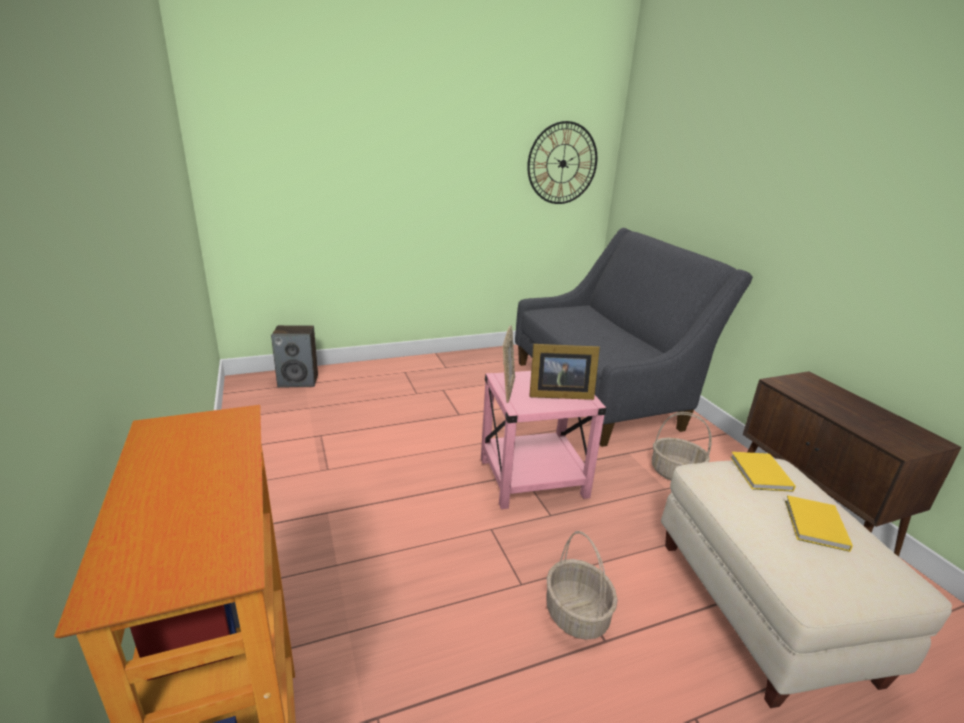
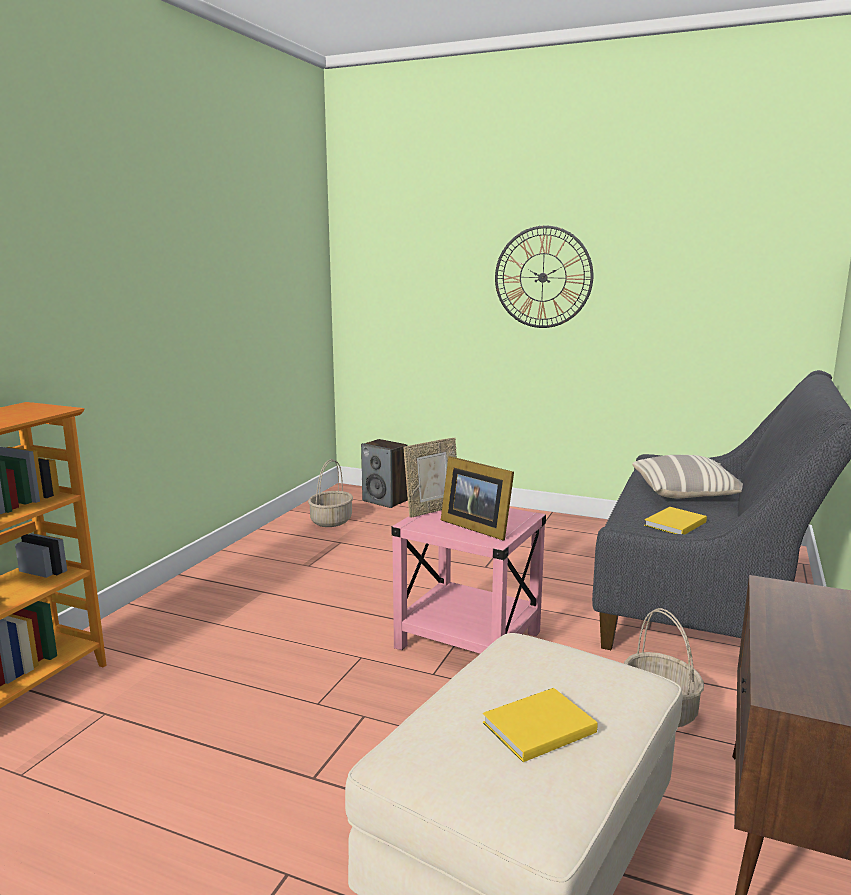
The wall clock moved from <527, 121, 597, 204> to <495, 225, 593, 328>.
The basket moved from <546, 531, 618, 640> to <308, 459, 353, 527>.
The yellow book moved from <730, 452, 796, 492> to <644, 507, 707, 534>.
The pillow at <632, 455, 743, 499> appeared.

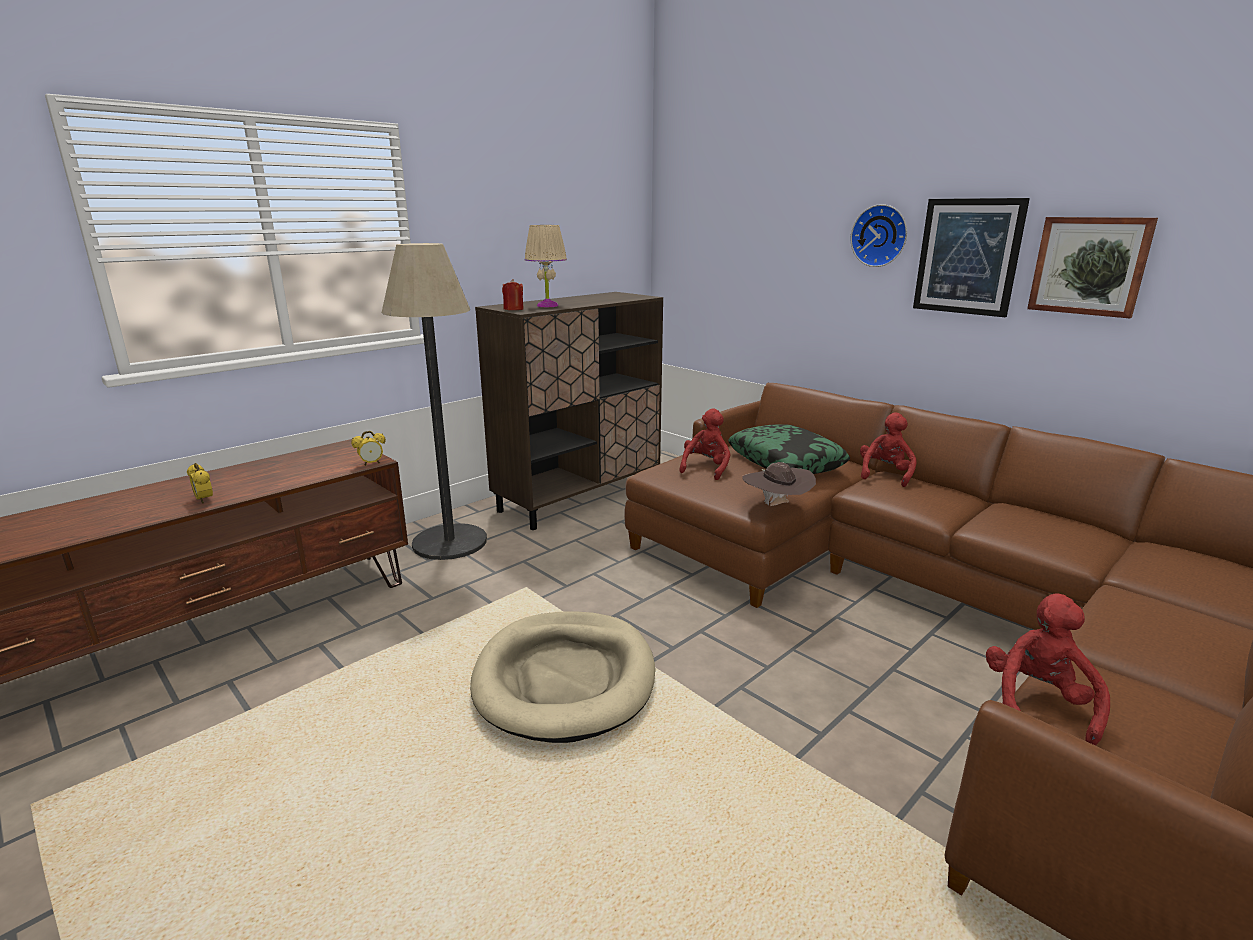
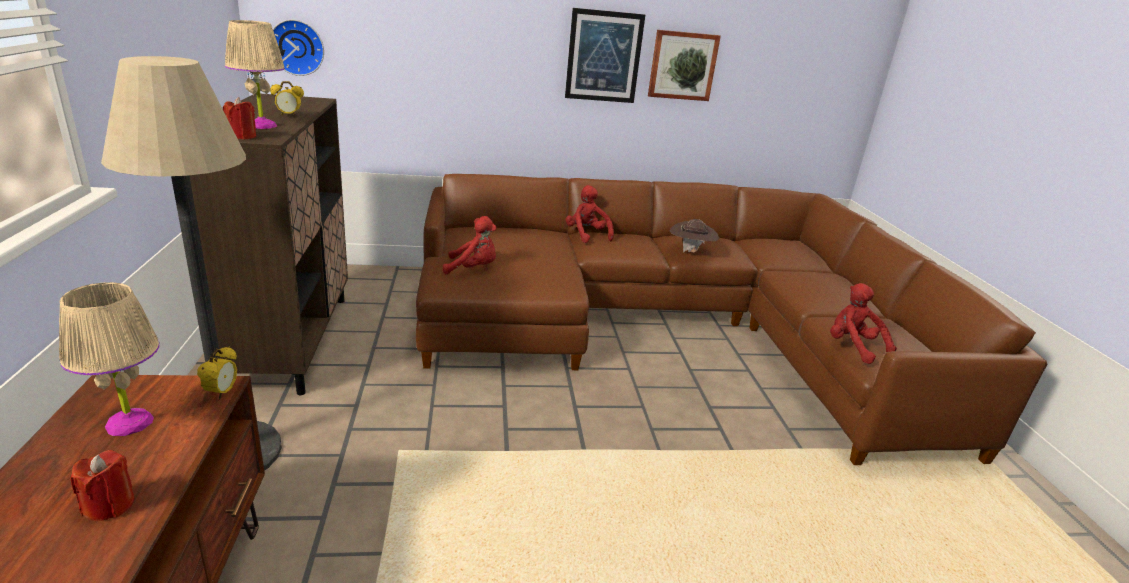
The alarm clock moved from <187, 463, 213, 503> to <270, 81, 304, 117>.
The beige dog bed at <470, 611, 655, 743> disappeared.
The red plush toy at <679, 408, 730, 480> turned 120 degrees clockwise.
The pillow at <728, 424, 850, 474> disappeared.
The brown hat moved from <742, 462, 816, 506> to <670, 219, 719, 252>.
The wall clock moved from <851, 204, 907, 267> to <273, 20, 324, 76>.
The beige table lamp at <59, 282, 160, 436> appeared.
The red candle at <70, 450, 135, 521> appeared.

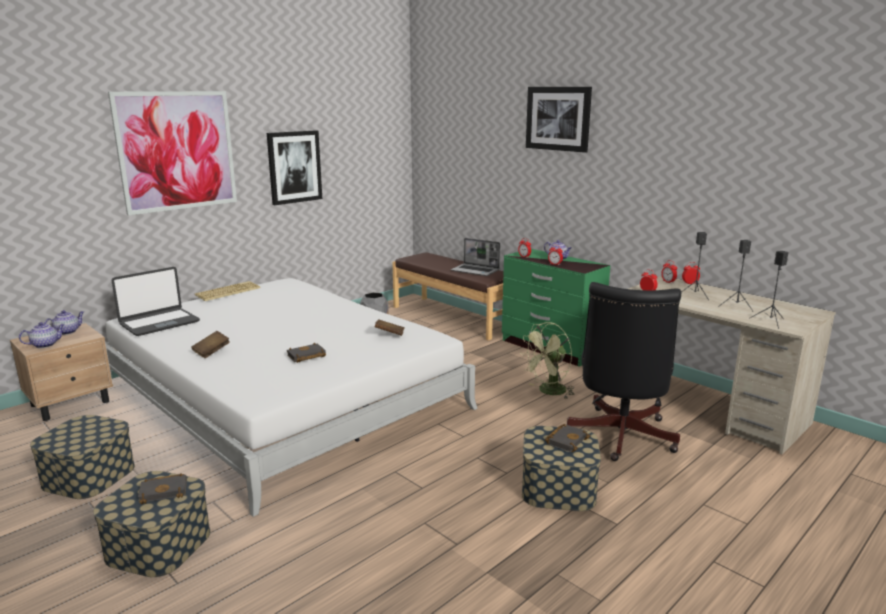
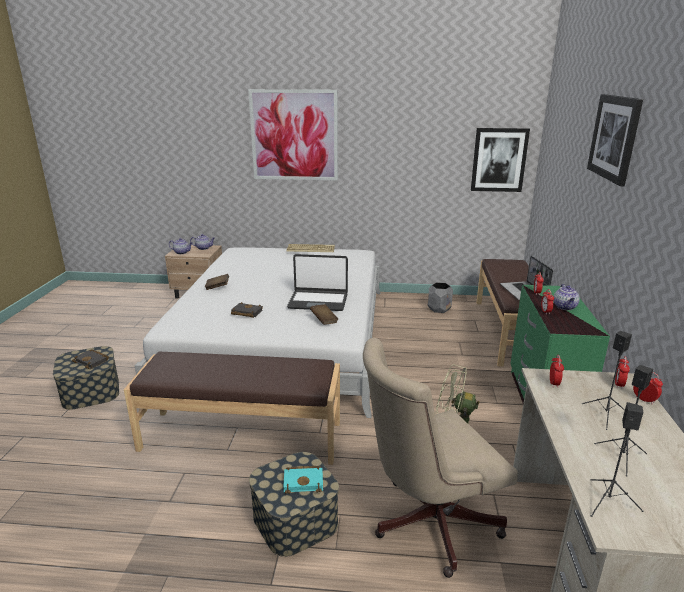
The storage box at <30, 415, 135, 499> disappeared.
The laptop moved from <112, 267, 200, 336> to <287, 254, 348, 311>.
The picture moved from <267, 130, 322, 205> to <471, 128, 530, 192>.
The black book at <545, 424, 590, 452> became the turquoise book at <283, 466, 323, 494>.
The black office chair at <567, 282, 681, 461> became the beige office chair at <363, 338, 518, 578>.
The brown bench at <124, 352, 340, 465> appeared.

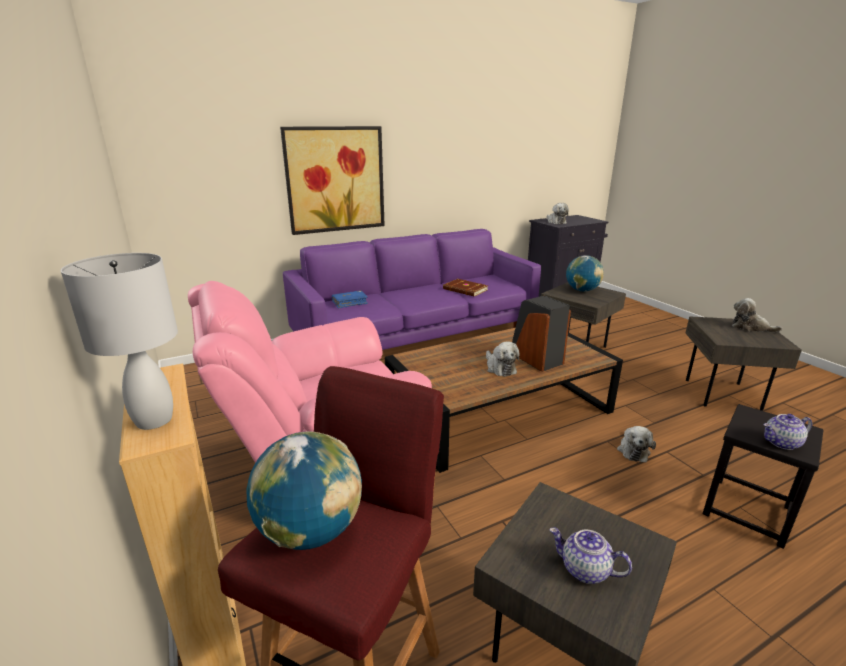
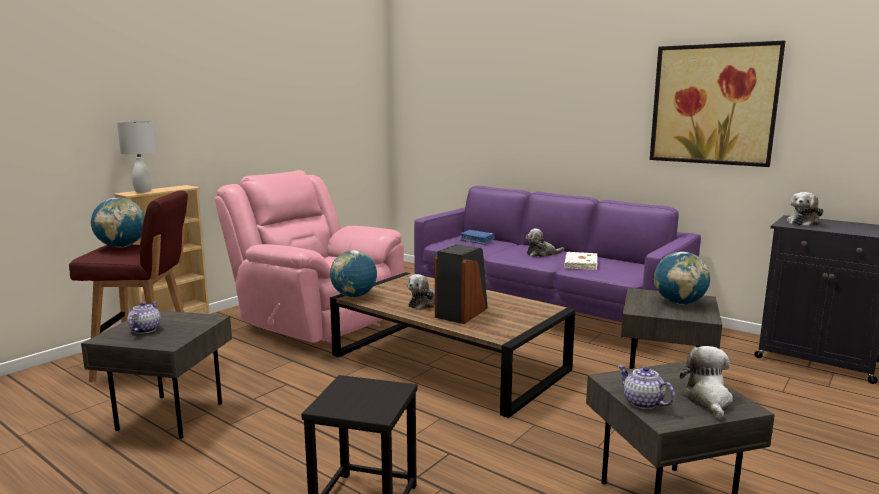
The picture moved from <280, 126, 385, 235> to <650, 41, 785, 167>.
The brown book at <443, 279, 488, 297> became the white book at <564, 252, 598, 270>.
The plush toy moved from <617, 426, 656, 462> to <526, 229, 564, 257>.
The teapot moved from <764, 414, 812, 450> to <618, 365, 675, 409>.
The globe at <330, 250, 377, 297> appeared.

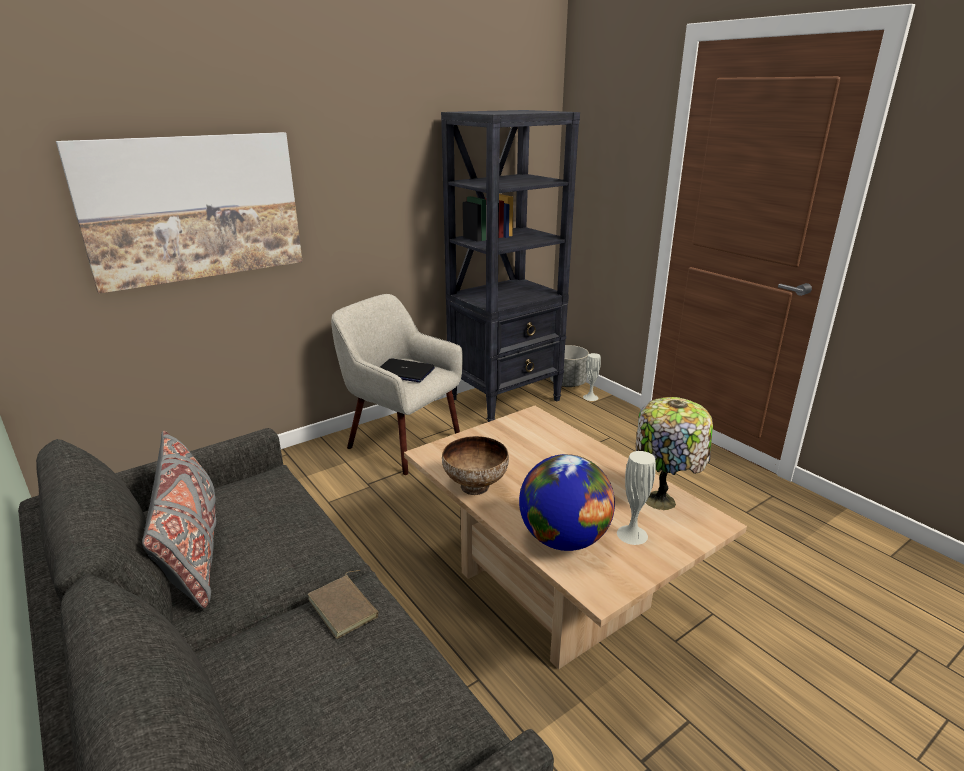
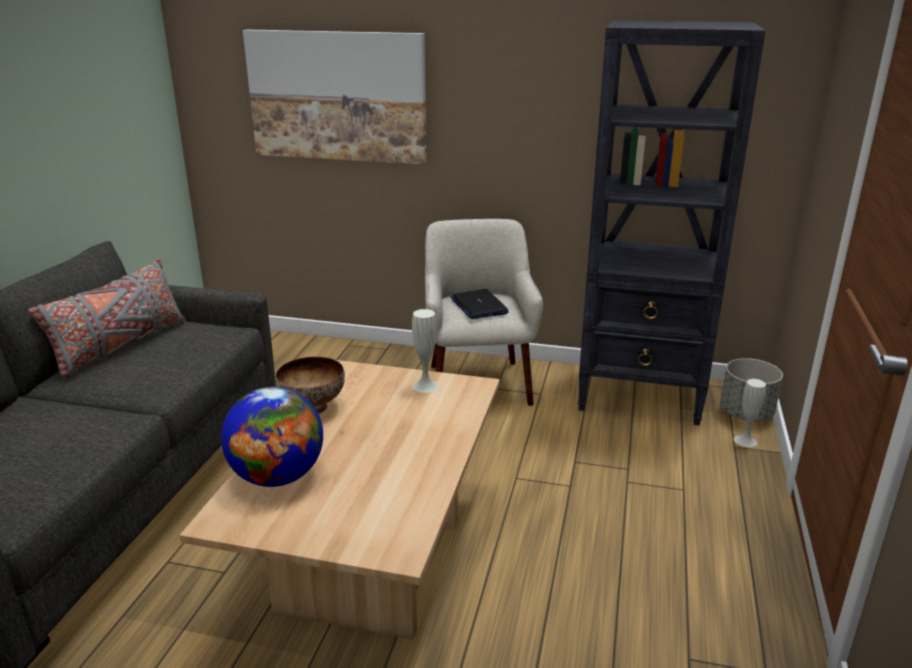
The brown book at <308, 570, 378, 639> disappeared.
The white vase moved from <617, 451, 656, 545> to <412, 309, 439, 393>.
The table lamp at <636, 397, 713, 510> disappeared.

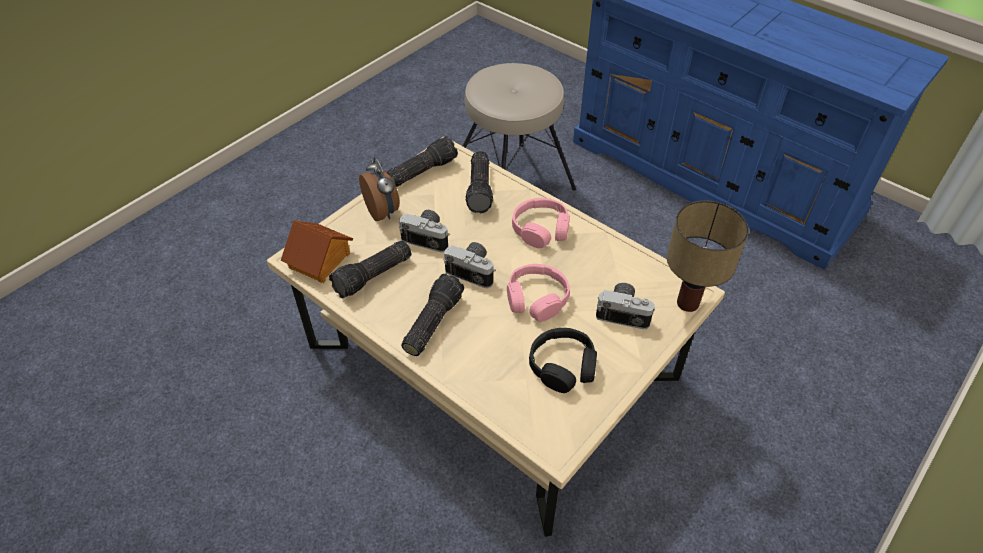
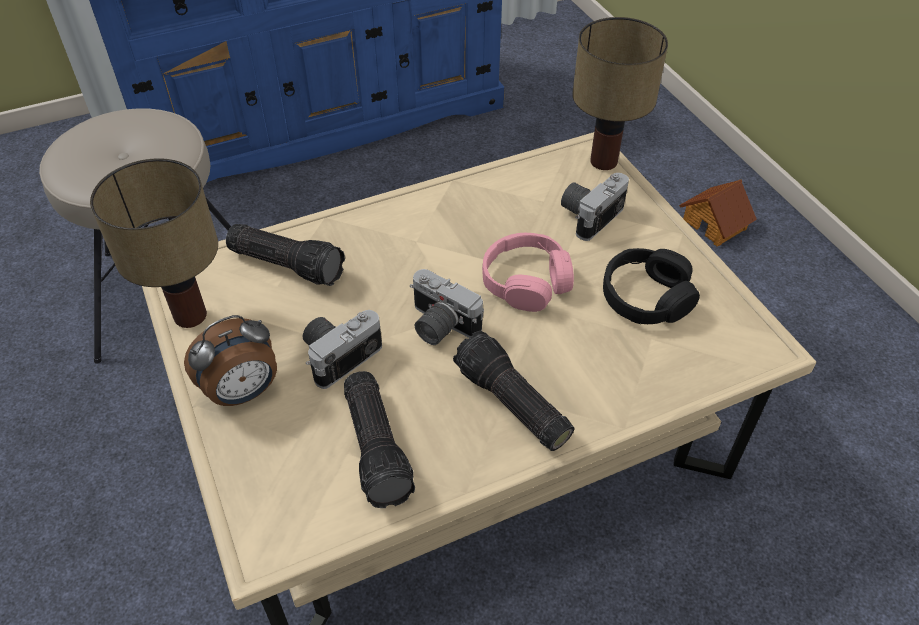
The toy house moved from <281, 220, 353, 283> to <679, 179, 757, 246>.
The alarm clock at <359, 157, 400, 221> turned 150 degrees clockwise.
The flashlight at <386, 136, 458, 187> was replaced by the table lamp at <90, 158, 218, 328>.
The photo camera at <444, 242, 496, 288> turned 105 degrees counterclockwise.
The pink headphones at <512, 198, 570, 248> disappeared.

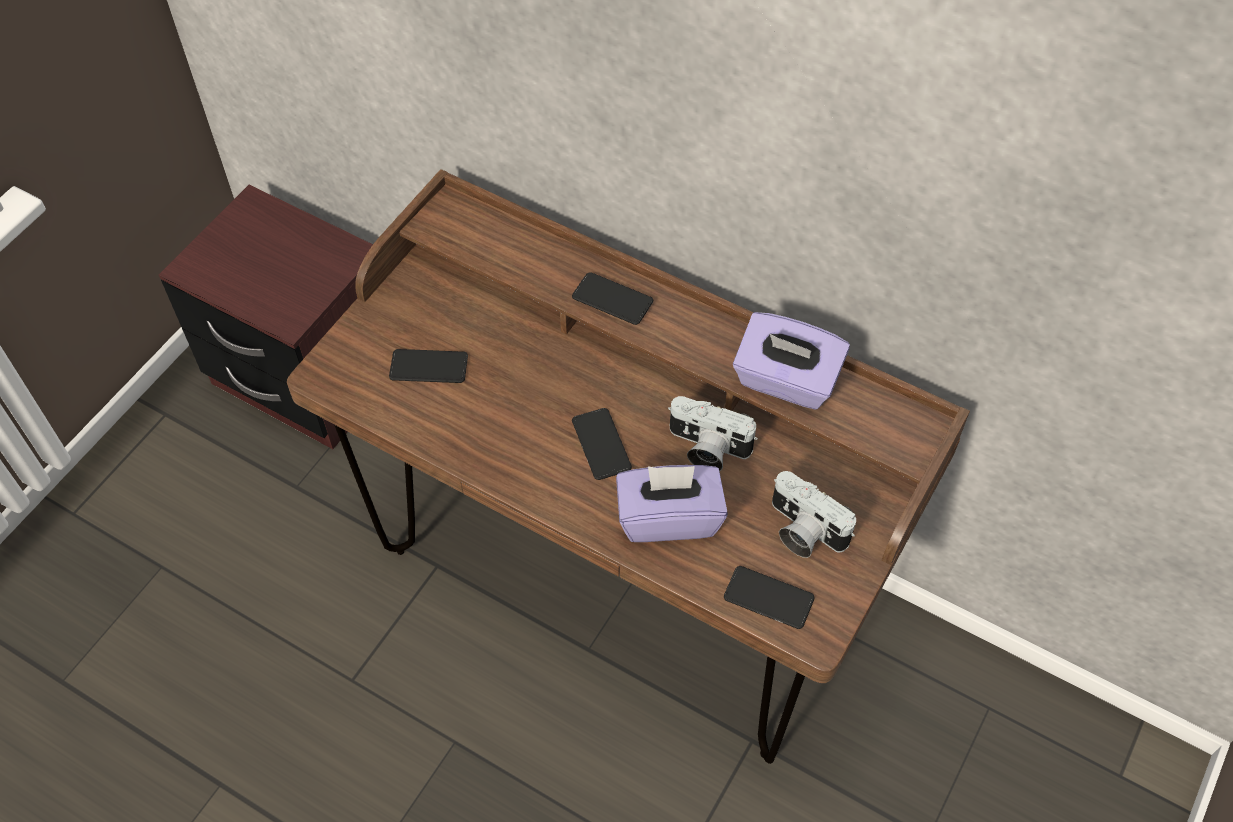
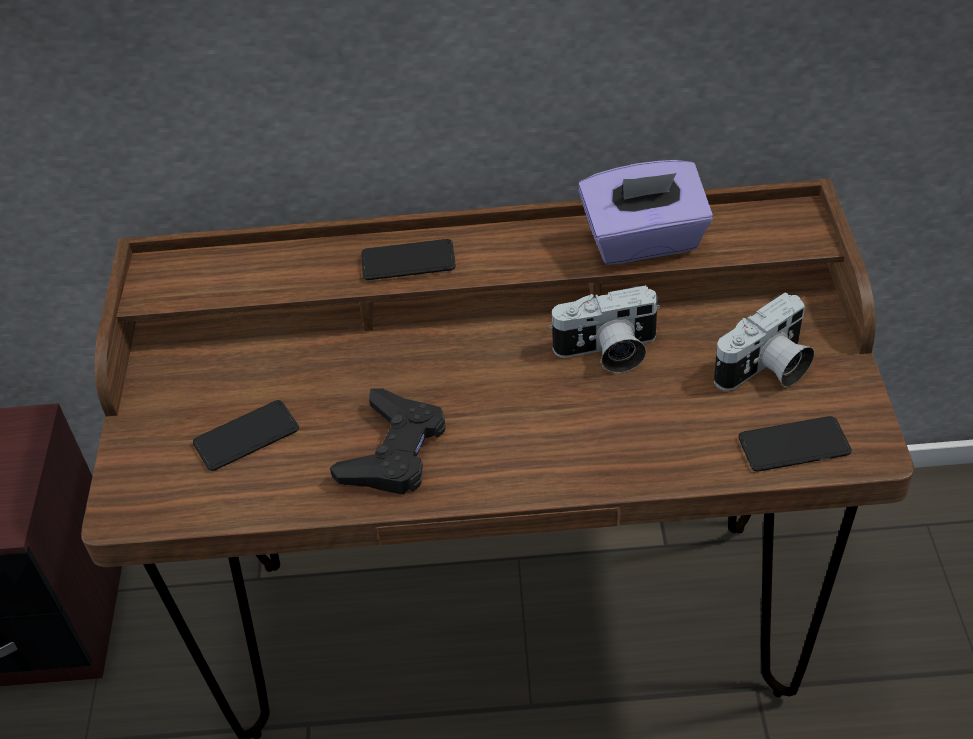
The phone at <572, 408, 632, 480> disappeared.
The purple tissue box at <616, 465, 728, 542> disappeared.
The photo camera at <772, 471, 856, 558> turned 45 degrees counterclockwise.
The black game controller at <330, 388, 446, 495> appeared.

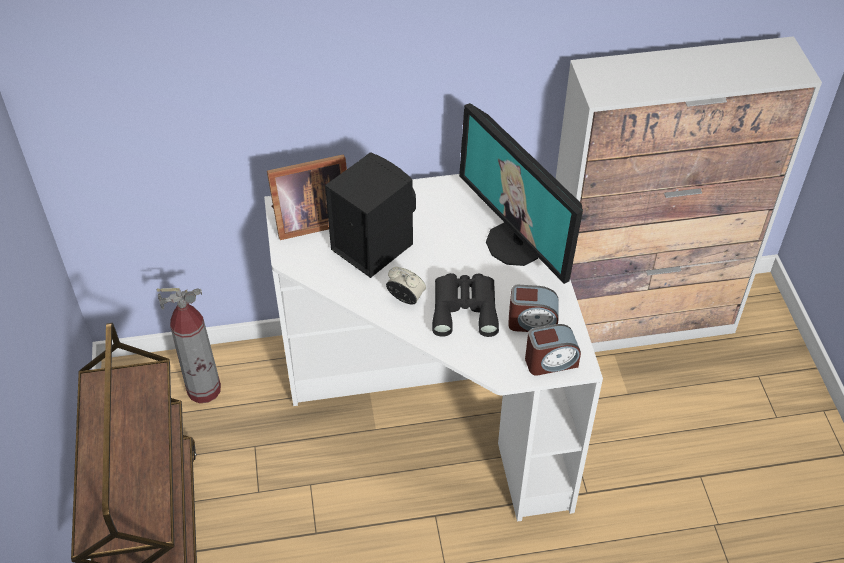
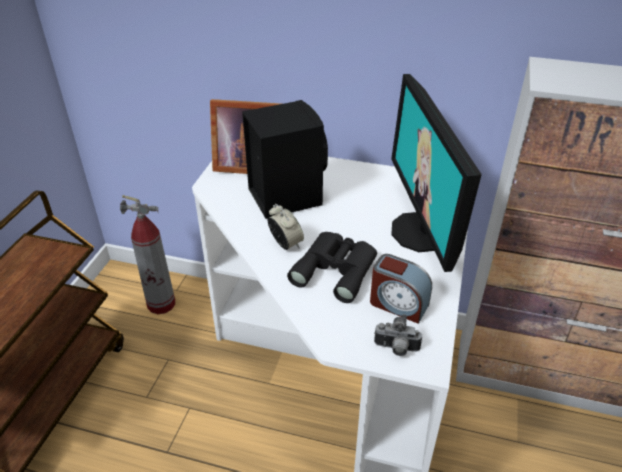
The alarm clock at <525, 324, 581, 376> was replaced by the photo camera at <374, 314, 422, 356>.

